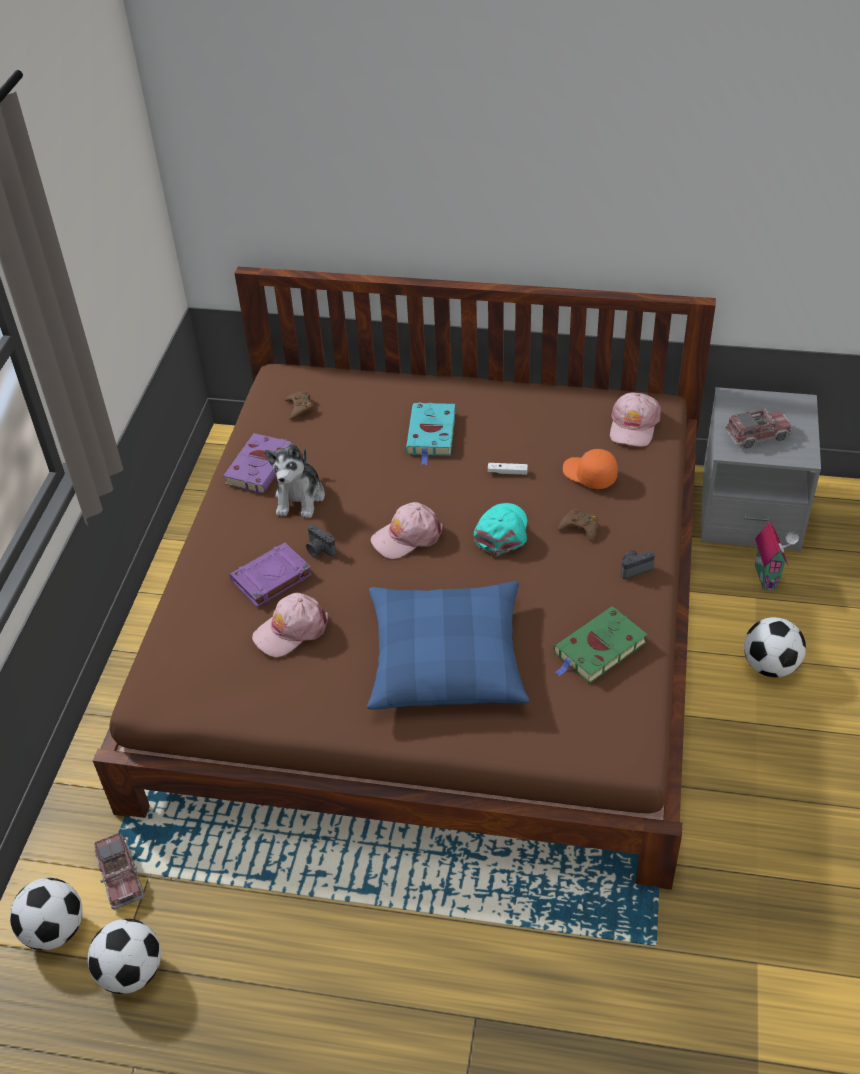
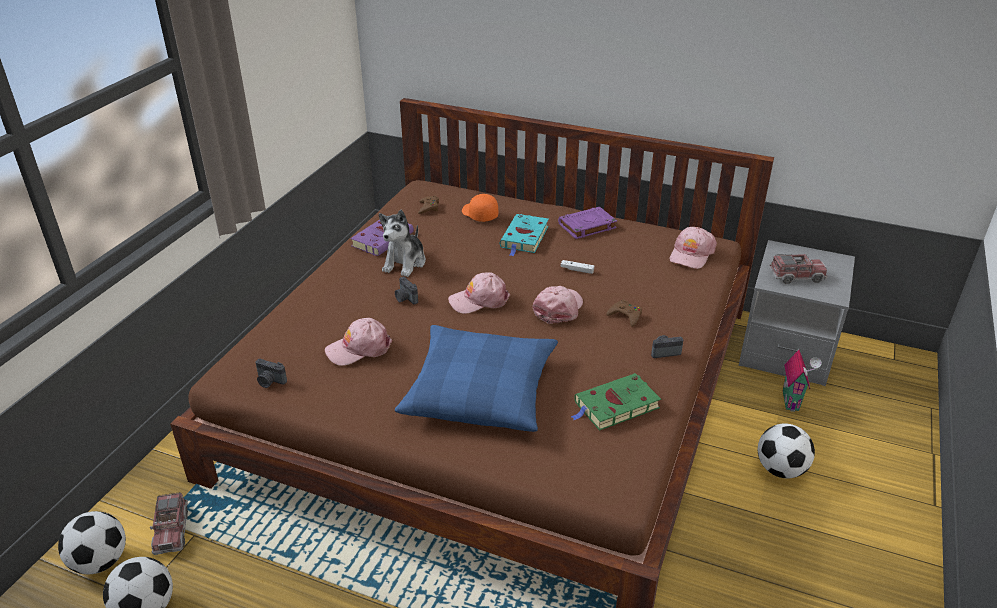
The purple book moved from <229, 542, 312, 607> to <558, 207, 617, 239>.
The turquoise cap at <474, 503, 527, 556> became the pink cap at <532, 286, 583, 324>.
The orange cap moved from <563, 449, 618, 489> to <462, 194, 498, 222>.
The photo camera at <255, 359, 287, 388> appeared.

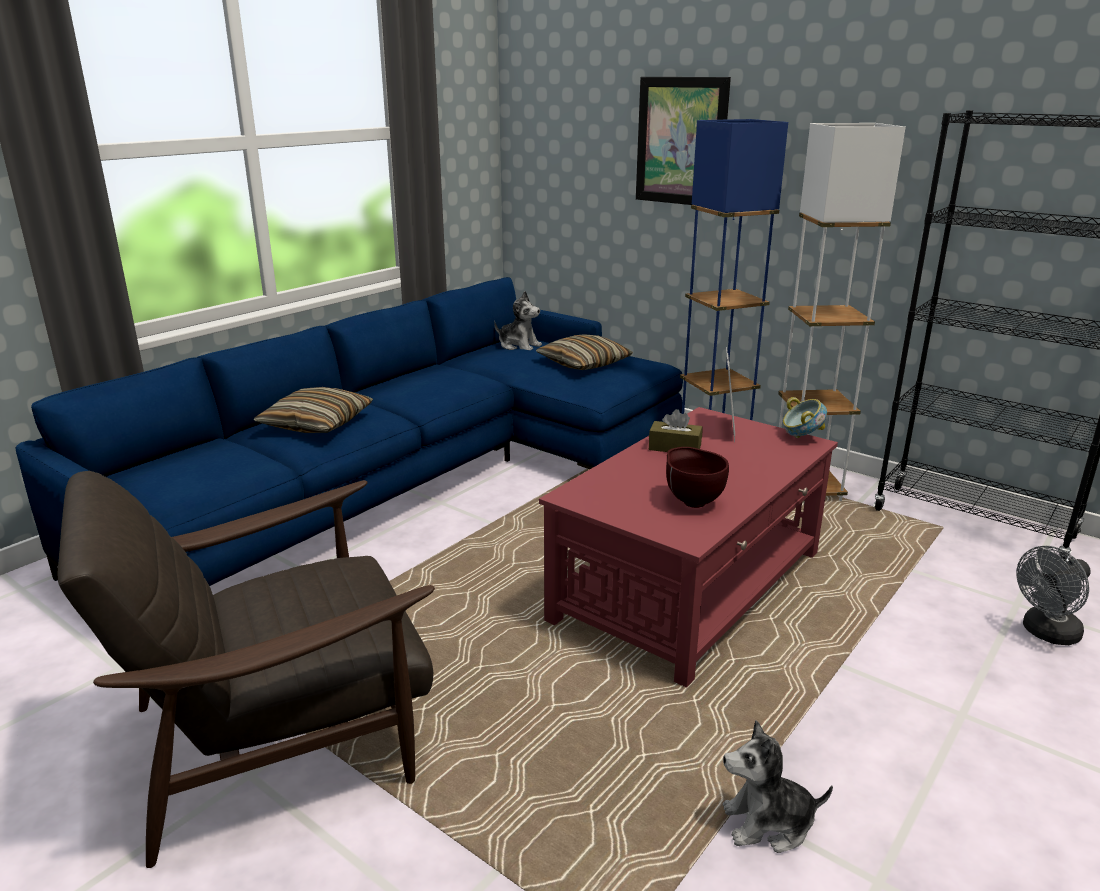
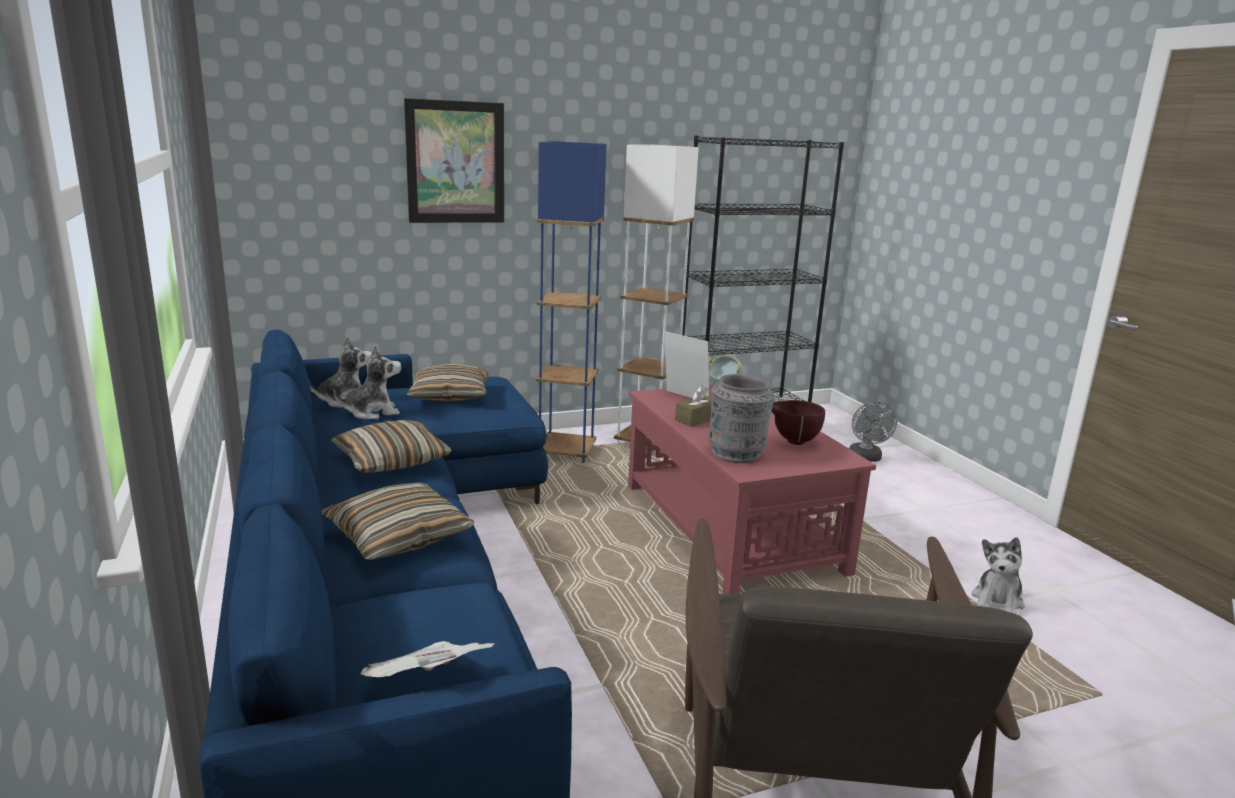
The pillow at <331, 420, 452, 473> appeared.
The plush toy at <334, 345, 401, 419> appeared.
The newspaper at <360, 641, 495, 677> appeared.
The grey vase at <708, 374, 775, 463> appeared.

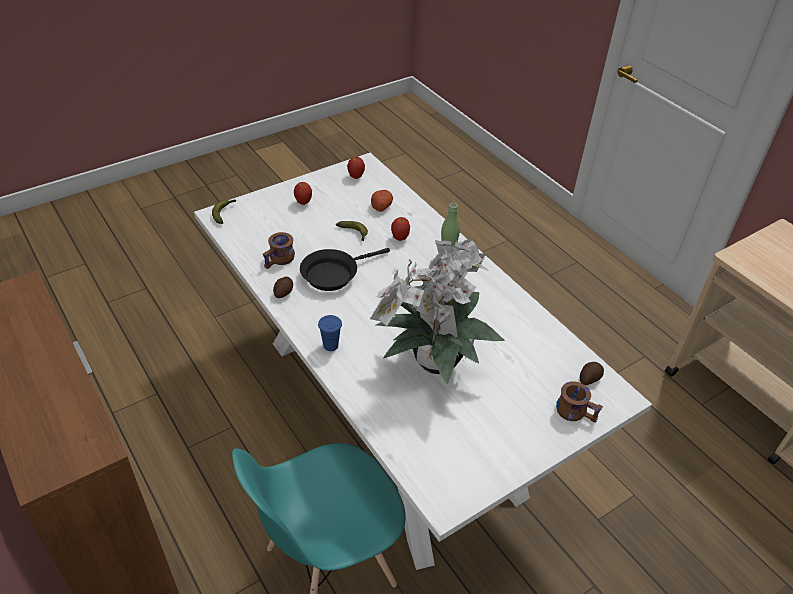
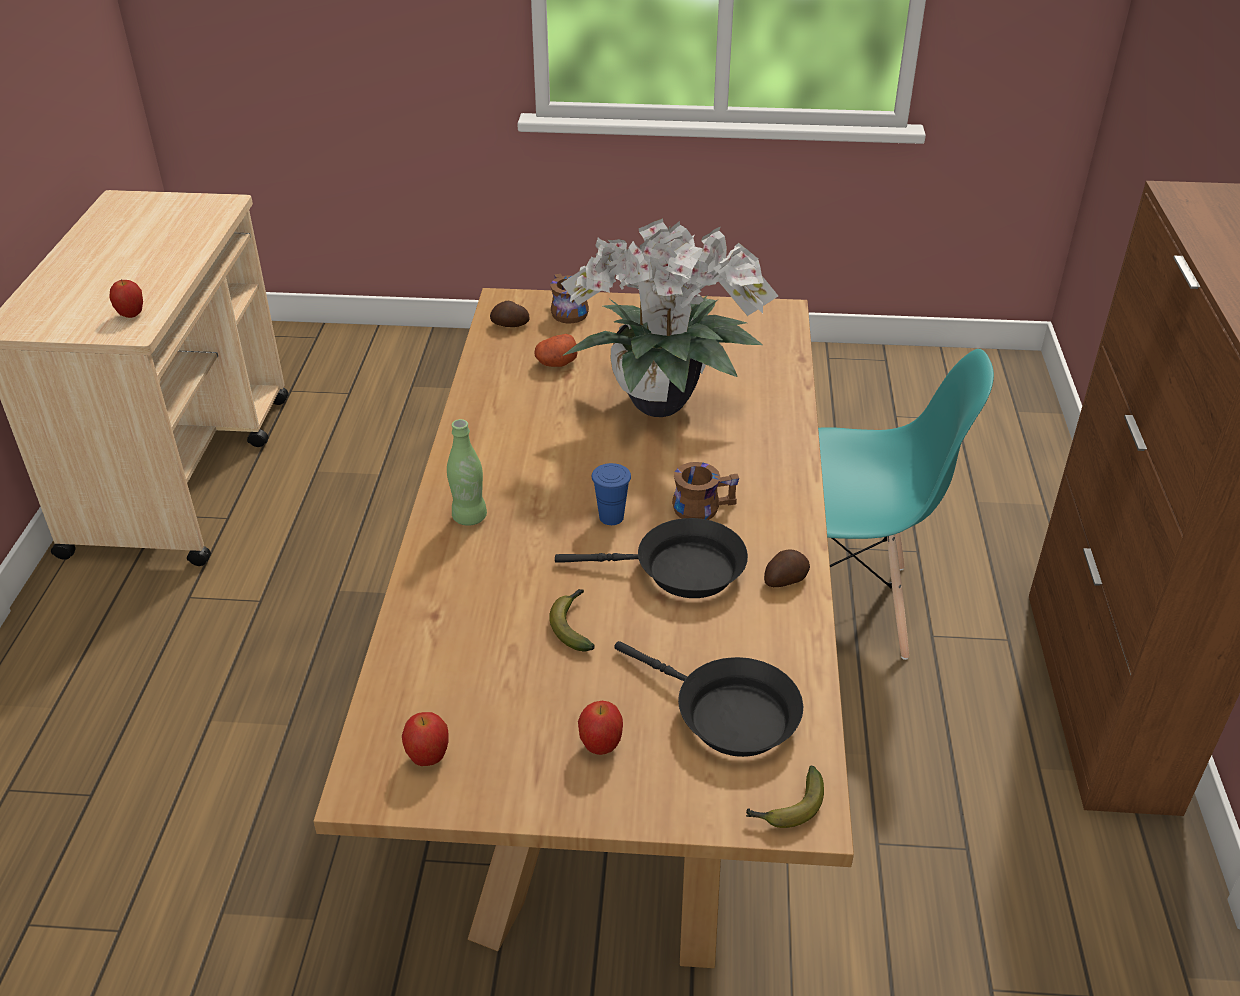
The white dining table at <194, 153, 652, 570> became the brown dining table at <313, 288, 854, 968>.
The brown mug moved from <263, 232, 295, 269> to <672, 462, 739, 520>.
The blue cup moved from <318, 315, 342, 351> to <592, 463, 631, 525>.
The potato moved from <371, 190, 393, 212> to <535, 334, 578, 367>.
The apple moved from <391, 217, 410, 241> to <109, 280, 143, 318>.
The black frying pan at <614, 641, 803, 757> appeared.

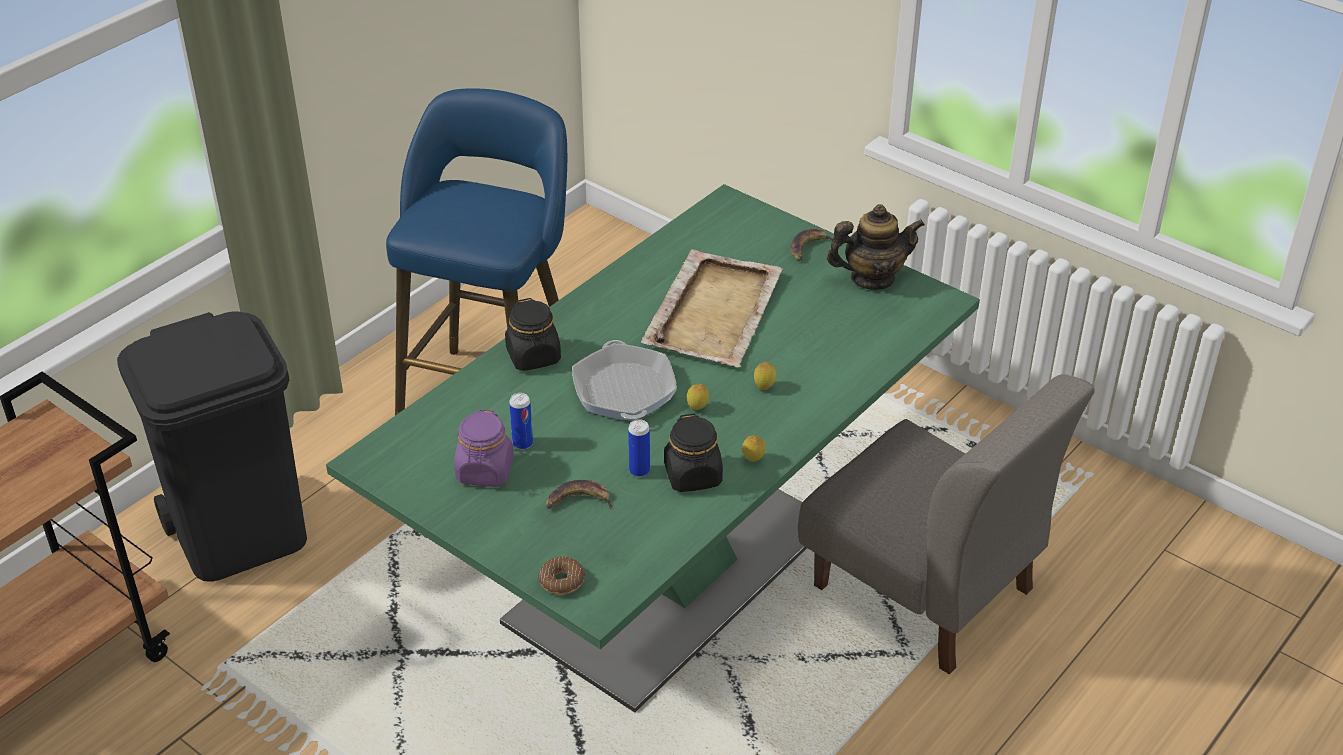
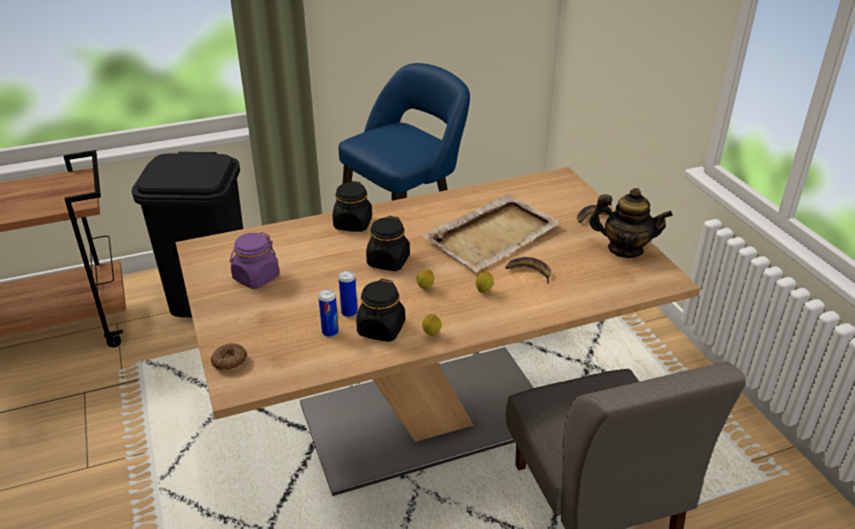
The green dining table at <326, 184, 980, 712> became the brown dining table at <176, 167, 700, 496>.
The can moved from <509, 393, 533, 450> to <318, 289, 339, 337>.
The banana moved from <546, 480, 614, 510> to <505, 257, 551, 284>.
The frying pan at <572, 340, 677, 421> was replaced by the black jar at <366, 216, 410, 271>.

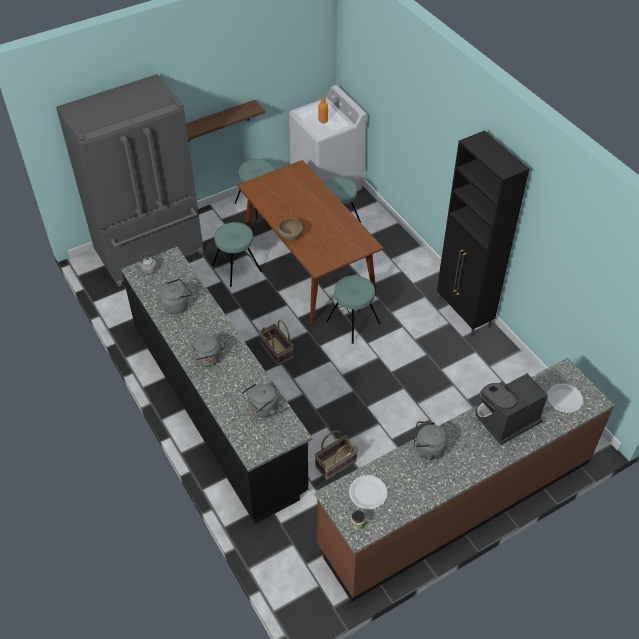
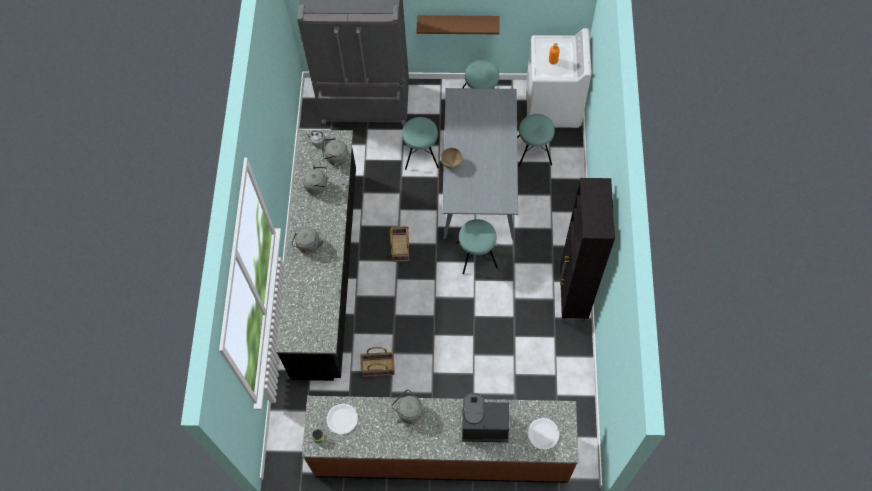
The brown dining table at <237, 160, 384, 324> became the grey dining table at <442, 88, 518, 240>.
The grey kettle moved from <242, 383, 278, 418> to <323, 138, 348, 166>.

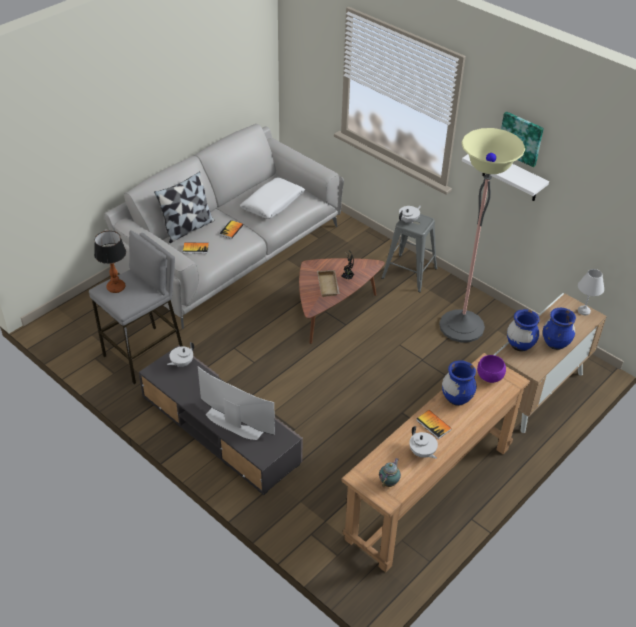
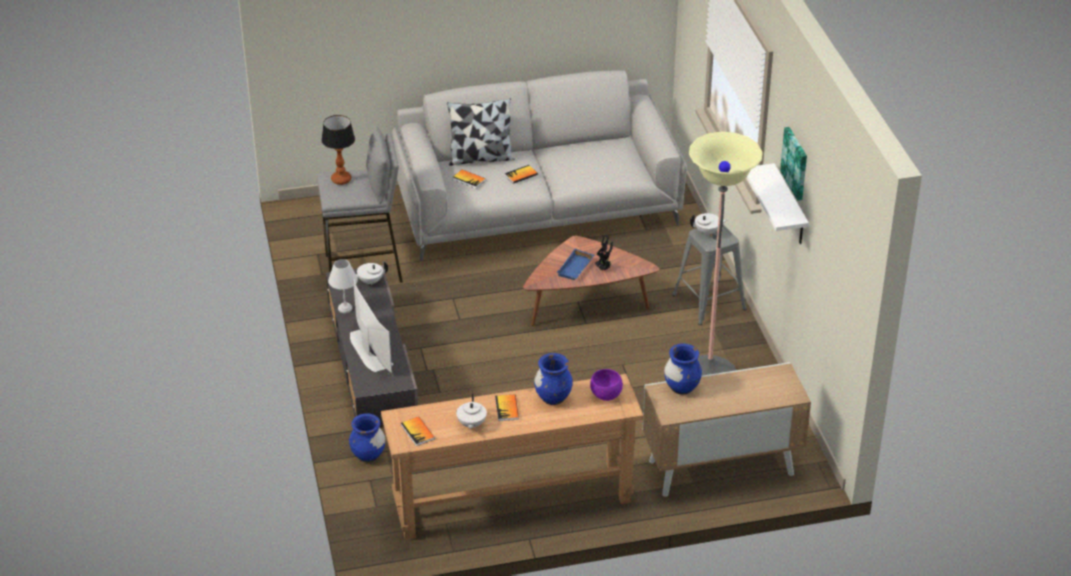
The white pillow at <240, 178, 305, 219> disappeared.
The beige tray at <317, 270, 340, 297> became the blue tray at <557, 249, 594, 280>.
The teapot at <379, 458, 401, 487> was replaced by the book at <401, 417, 435, 446>.
The blue vase moved from <543, 308, 576, 350> to <349, 413, 385, 462>.
The white table lamp moved from <578, 269, 604, 315> to <328, 259, 358, 313>.

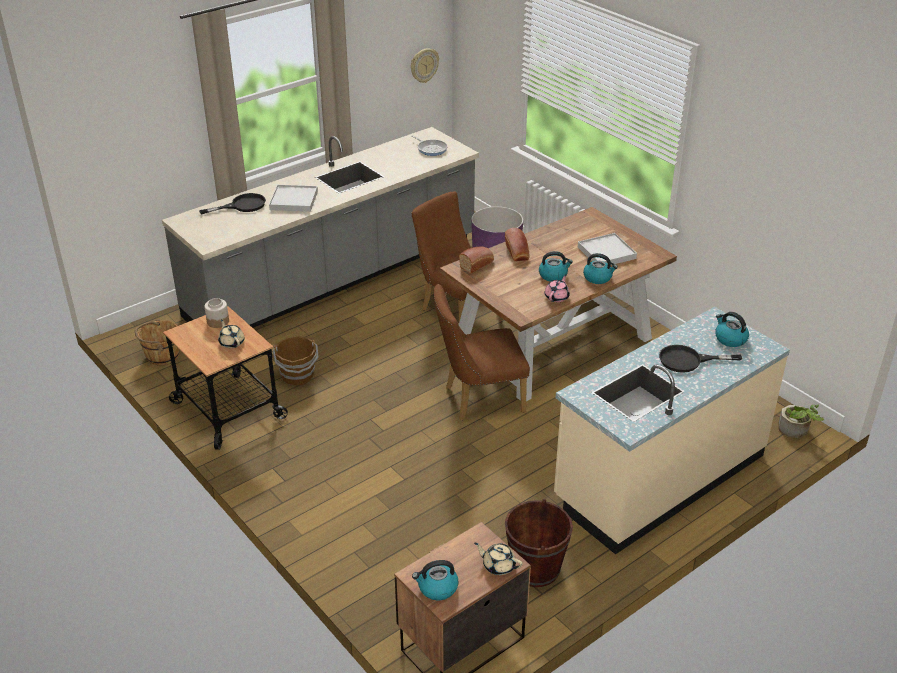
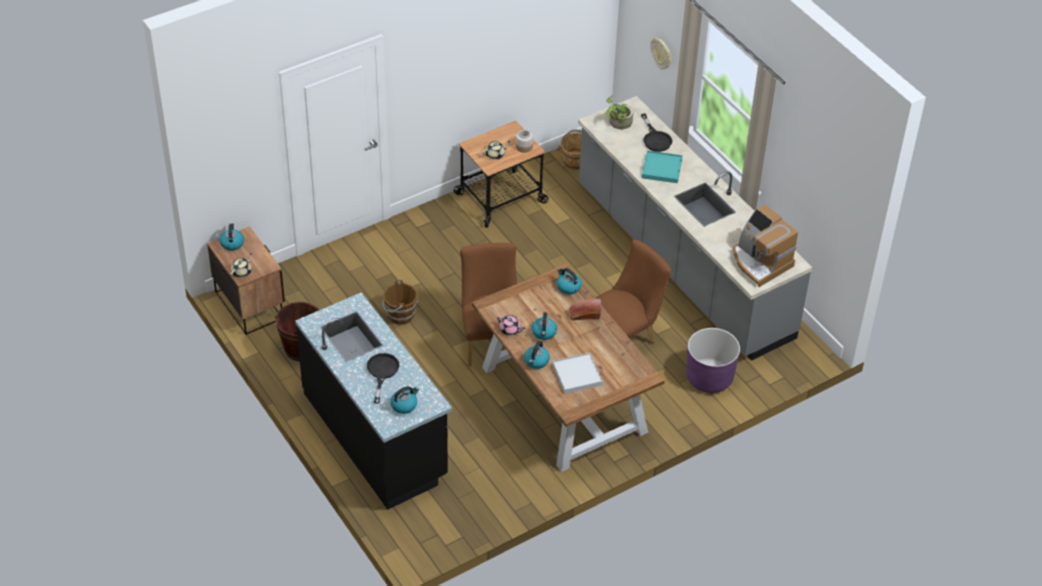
The white tray at <269, 185, 318, 212> became the turquoise tray at <642, 150, 683, 183>.
The brown bucket moved from <273, 336, 319, 386> to <382, 280, 418, 325>.
The wall clock moved from <411, 48, 439, 83> to <650, 37, 671, 69>.
The frying pan at <411, 135, 448, 156> was replaced by the coffee machine at <733, 205, 798, 287>.
The bread at <459, 246, 494, 274> was replaced by the kettle at <557, 268, 582, 294>.
The beige counter at <554, 307, 790, 554> became the black counter at <295, 292, 452, 509>.
The potted plant moved from <778, 404, 825, 438> to <606, 95, 634, 130>.

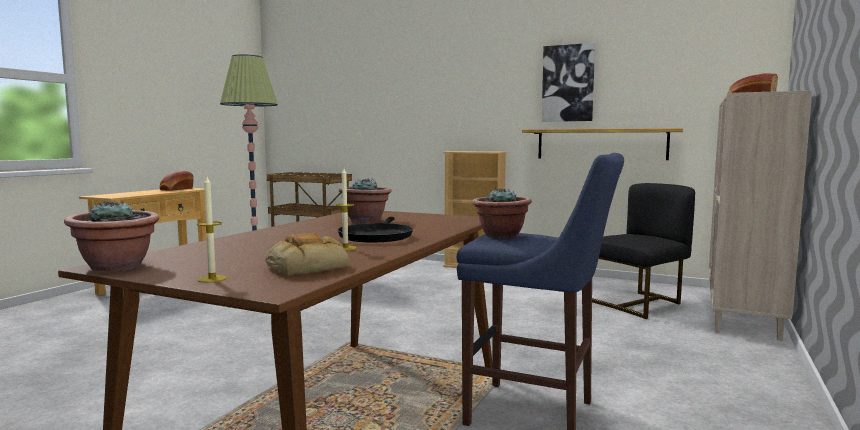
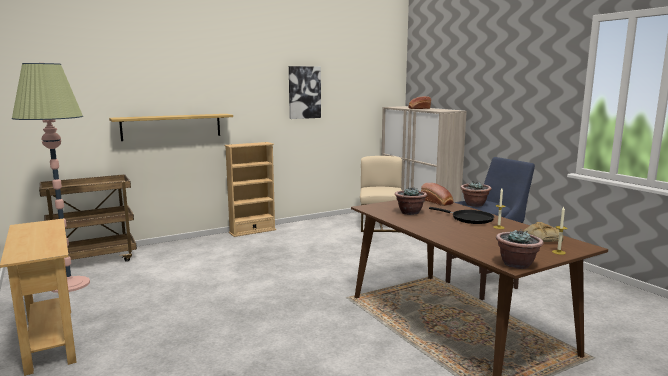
The bread moved from <160, 171, 194, 191> to <421, 183, 454, 206>.
The shelf moved from <522, 128, 683, 160> to <109, 114, 233, 141>.
The black chair at <592, 183, 695, 319> became the beige chair at <360, 156, 402, 233>.

